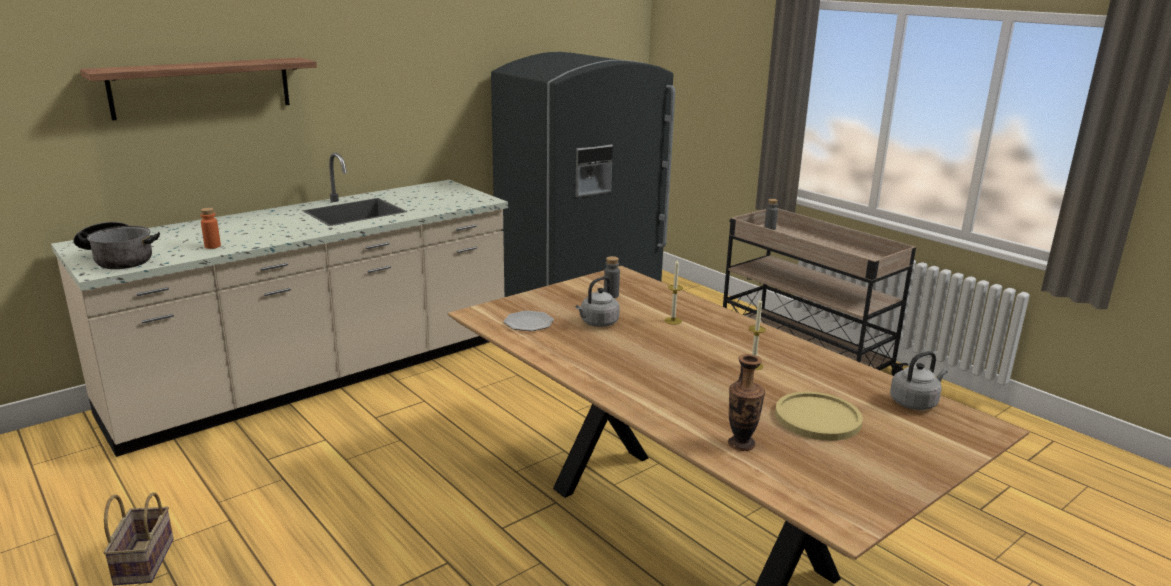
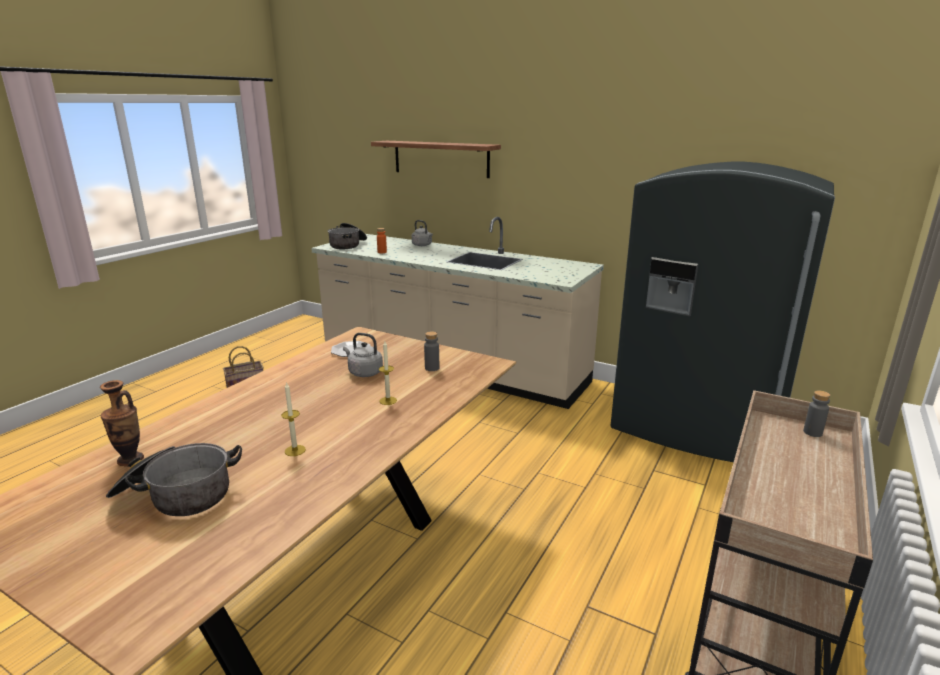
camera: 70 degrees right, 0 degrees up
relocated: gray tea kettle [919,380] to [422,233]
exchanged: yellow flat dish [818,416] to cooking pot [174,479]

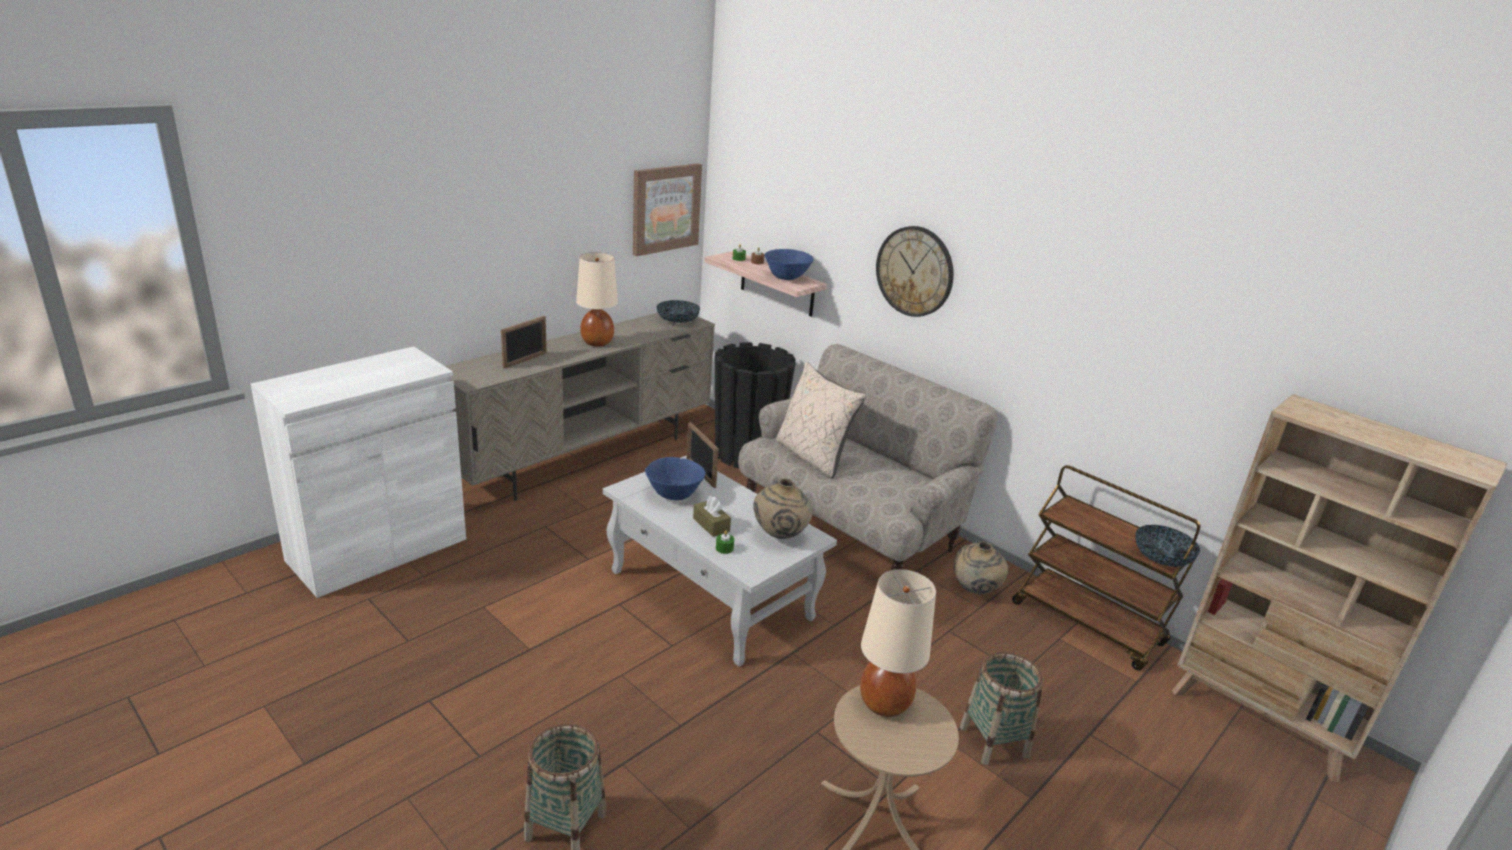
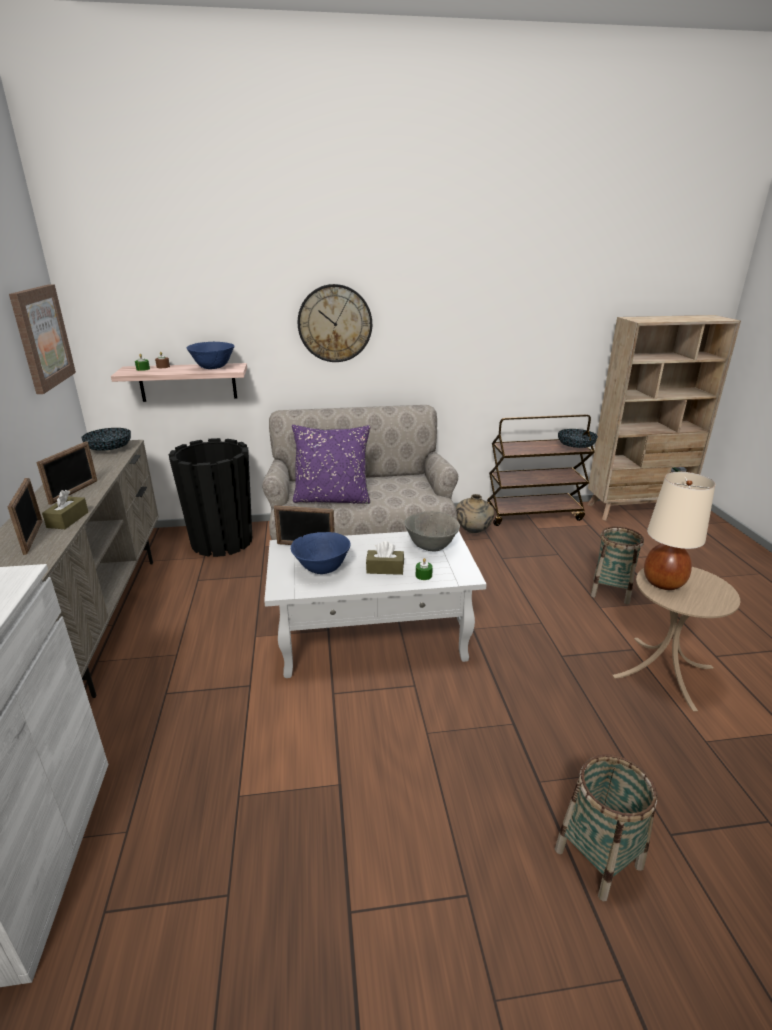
camera: 50 degrees left, 0 degrees up
appeared: brown tissue holder [65,509]
exchanged: beige-coloured tabletop lamp [597,299] to picture frame [66,473]; beige-coloured flower vase [783,508] to gray deep dish [432,531]
colour: beige-coloured pillow [821,420] to purplish pillow [331,464]

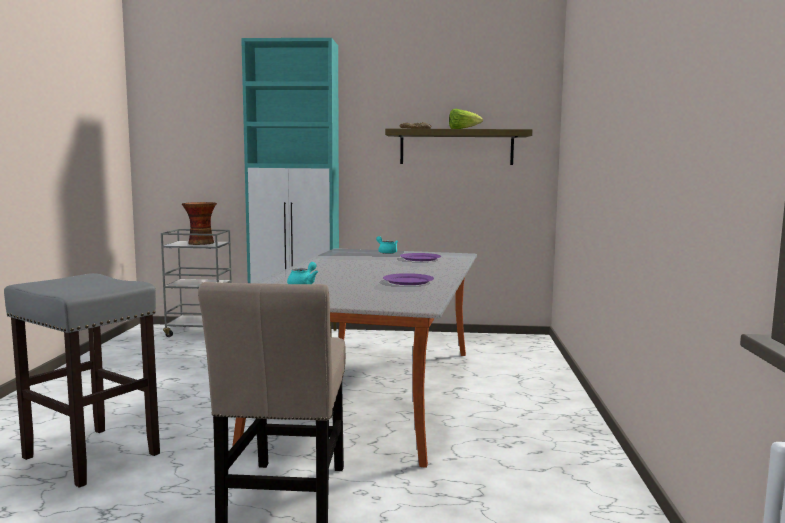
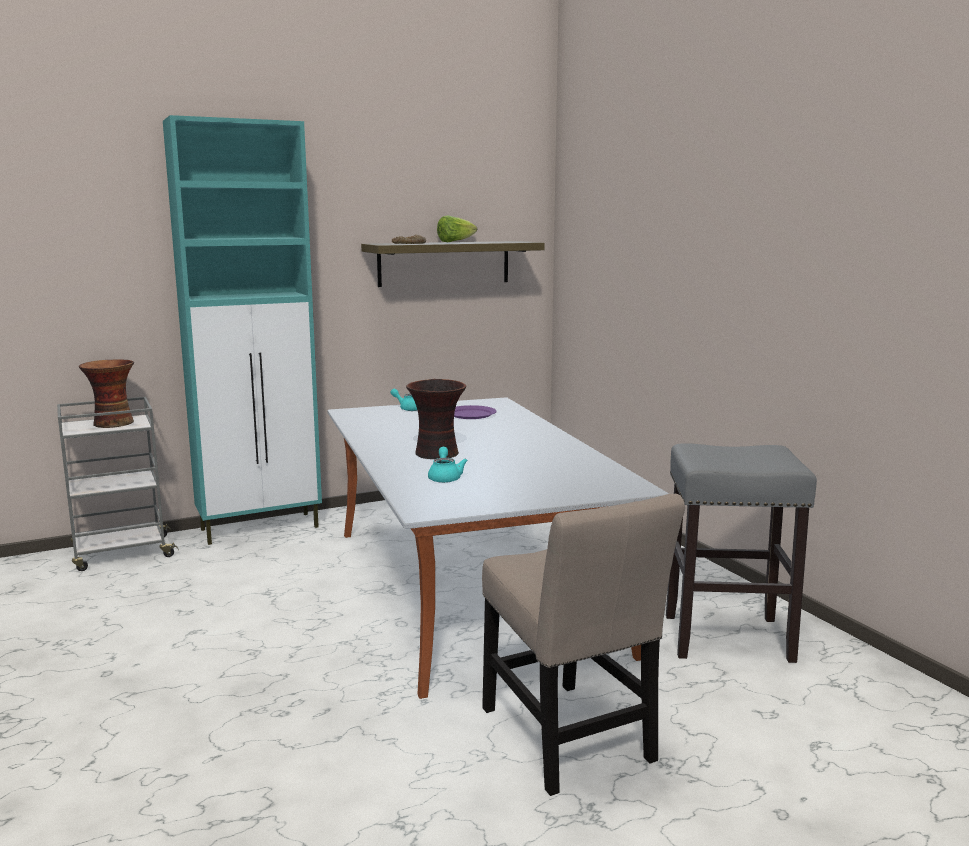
camera: 30 degrees left, 5 degrees up
missing: purplish flat dish [408,279]
appeared: flower vase [436,419]
relocated: gray stool seat [82,380] to [741,553]

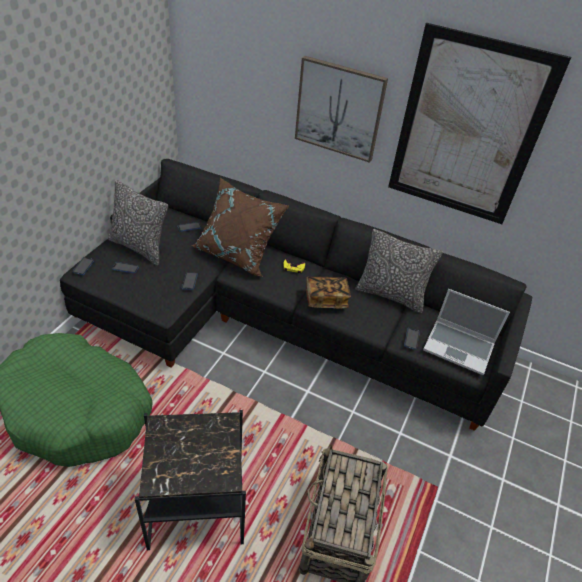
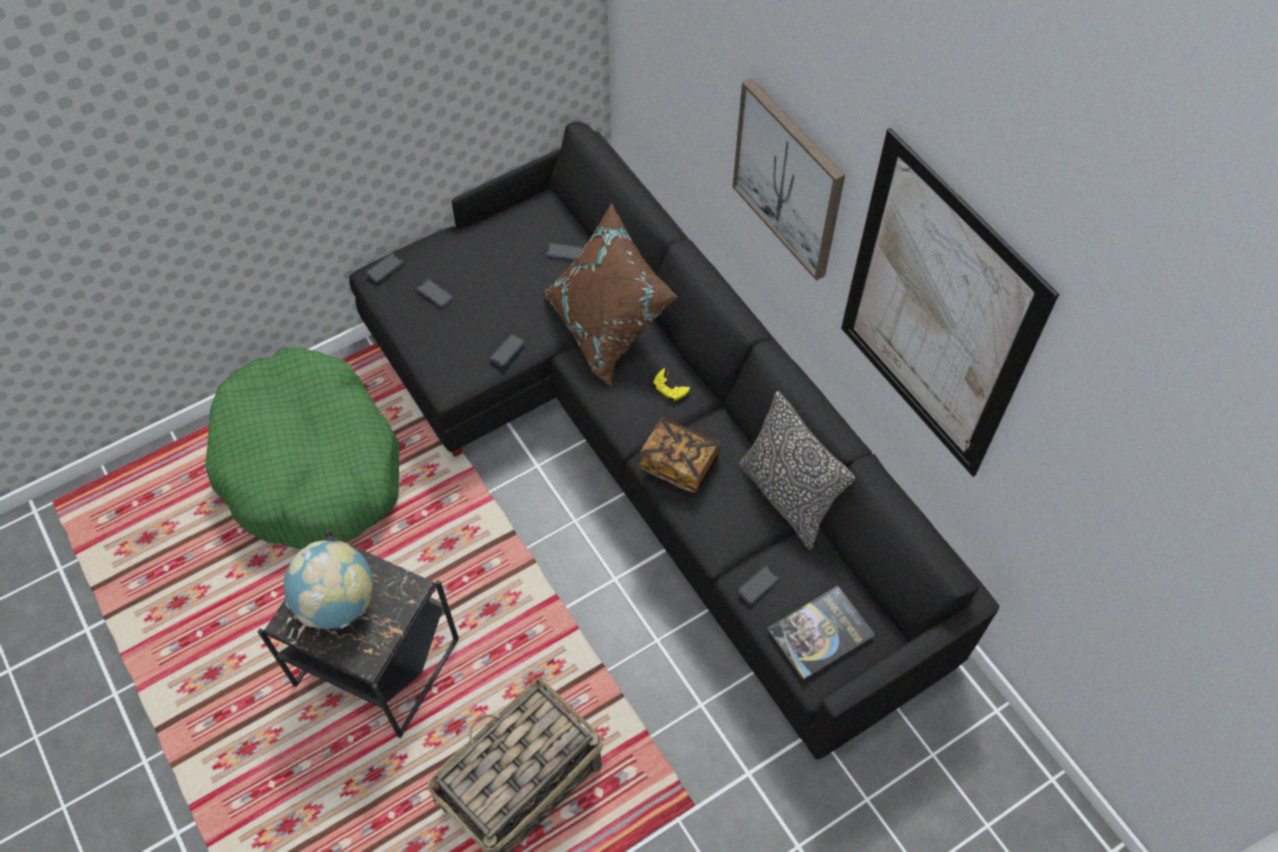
camera: 35 degrees right, 15 degrees up
missing: pillow [138,223]
appeared: desk globe [328,584]
exchanged: laptop [466,332] to volume [821,633]

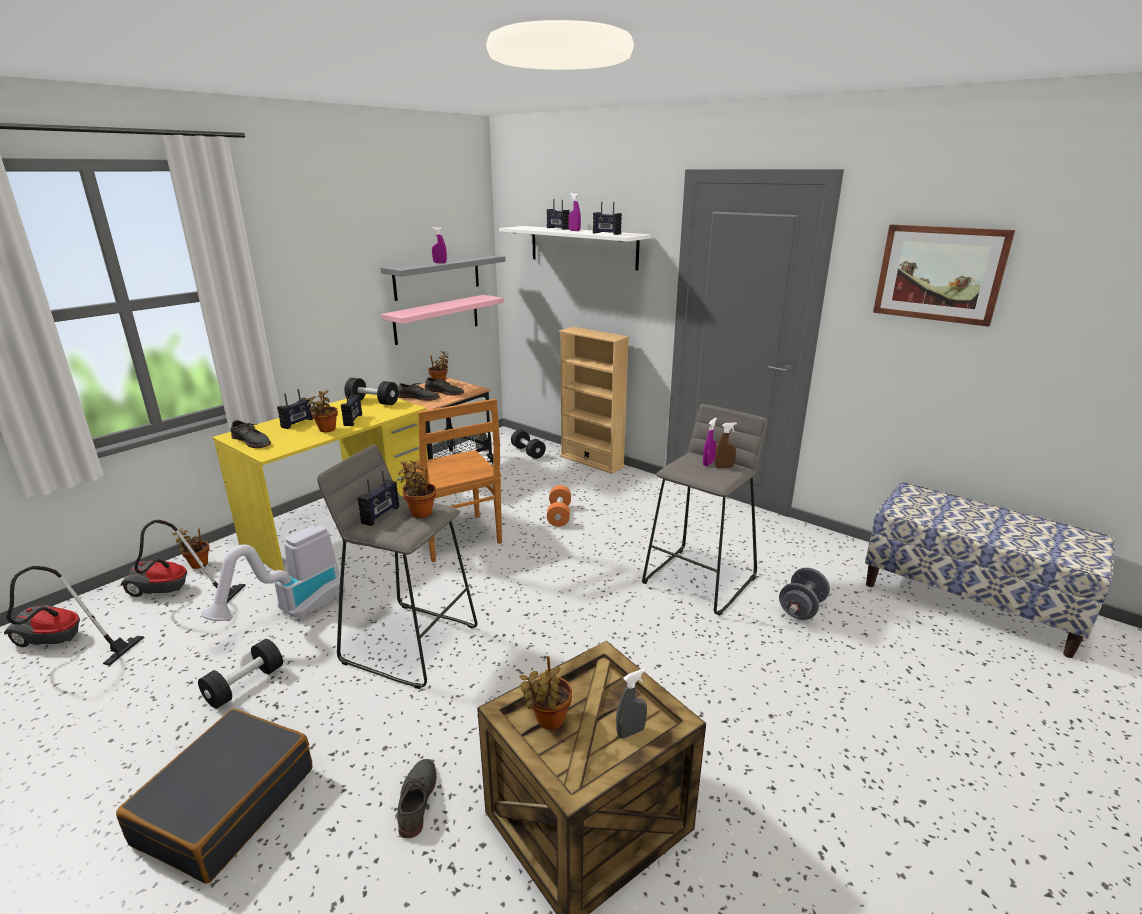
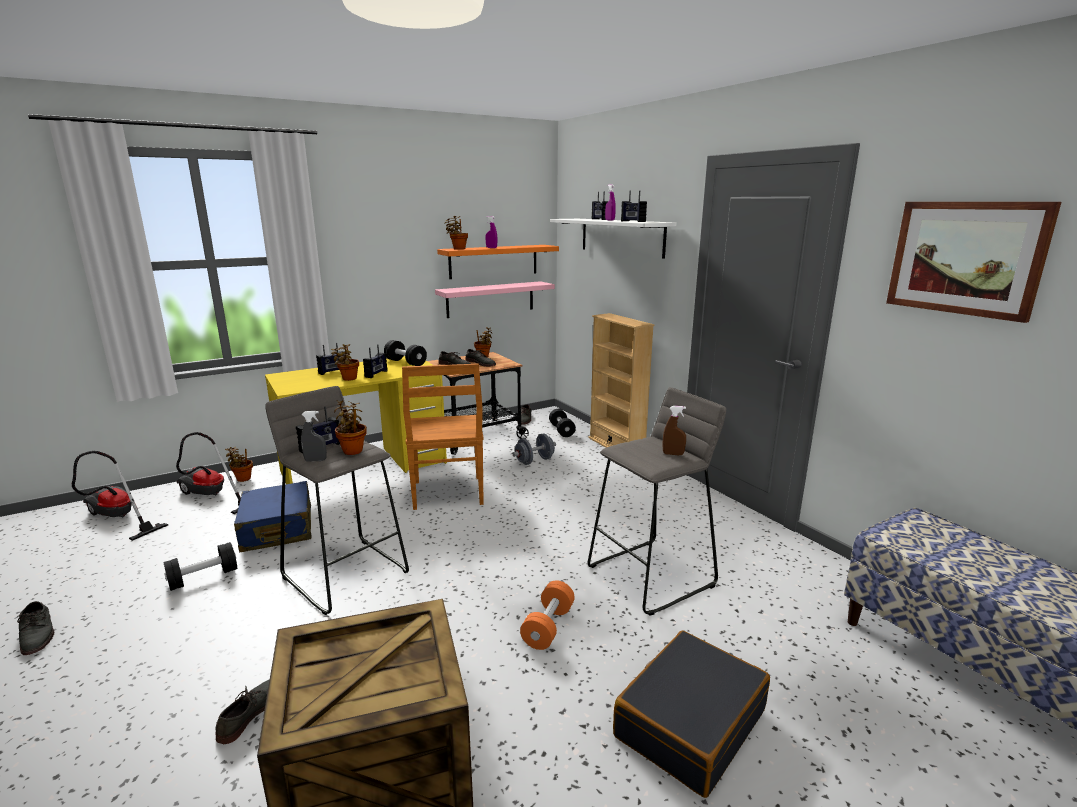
camera: 20 degrees right, 5 degrees down
missing: purplish sprayer [710,442]
relocated: black-coloured travel case [214,796] to [691,714]; gray shoe [250,434] to [35,628]; houseplant [545,693] to [456,233]; orange dumbbell [559,506] to [547,615]; gray sprayer [631,703] to [314,436]; gray dumbbell [804,594] to [534,449]
exchanged: vacuum cleaner [273,572] to bluish travel case [272,516]
colour: gray bracket shelf [443,277] to orange bracket shelf [498,262]

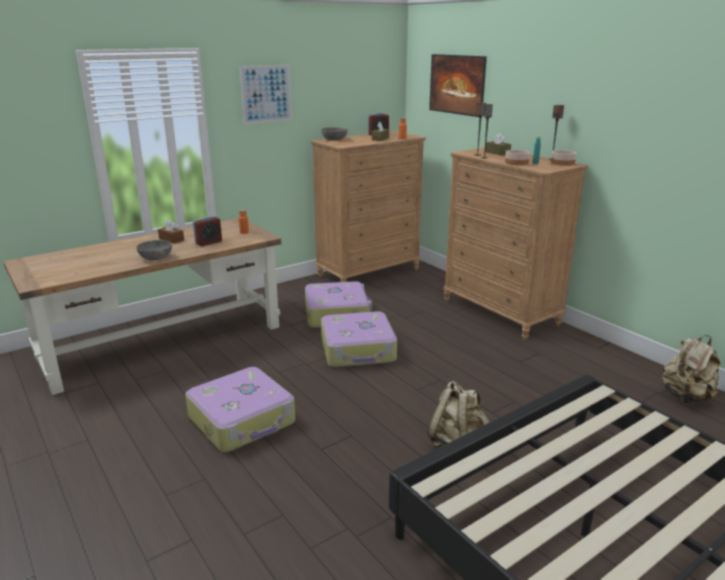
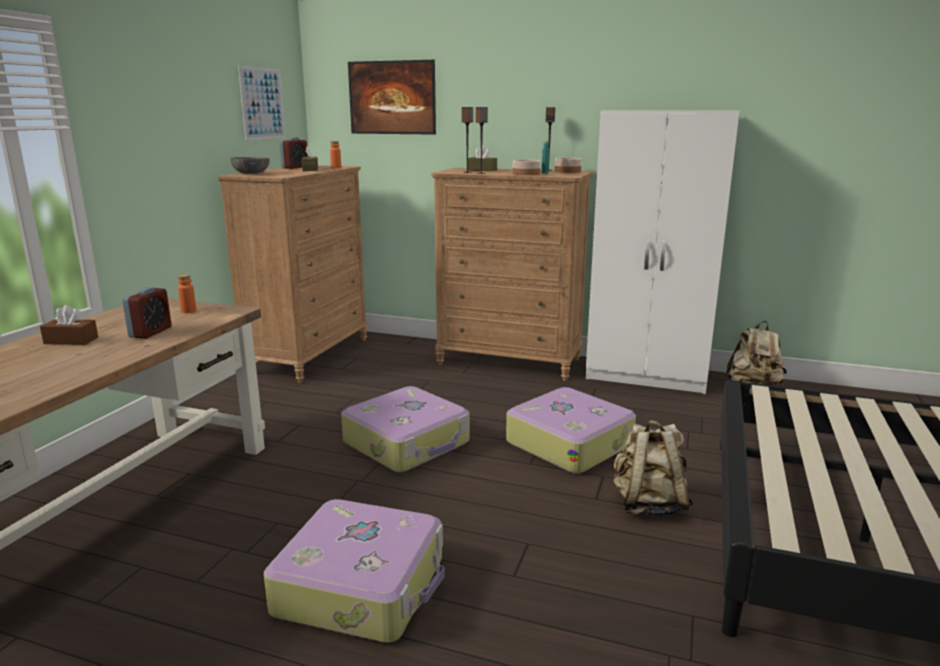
camera: 35 degrees left, 5 degrees down
missing: gray deep dish [154,250]
appeared: white clothes cupboard [663,252]
relocated: picture [266,94] to [262,103]; travel case [338,304] to [571,430]

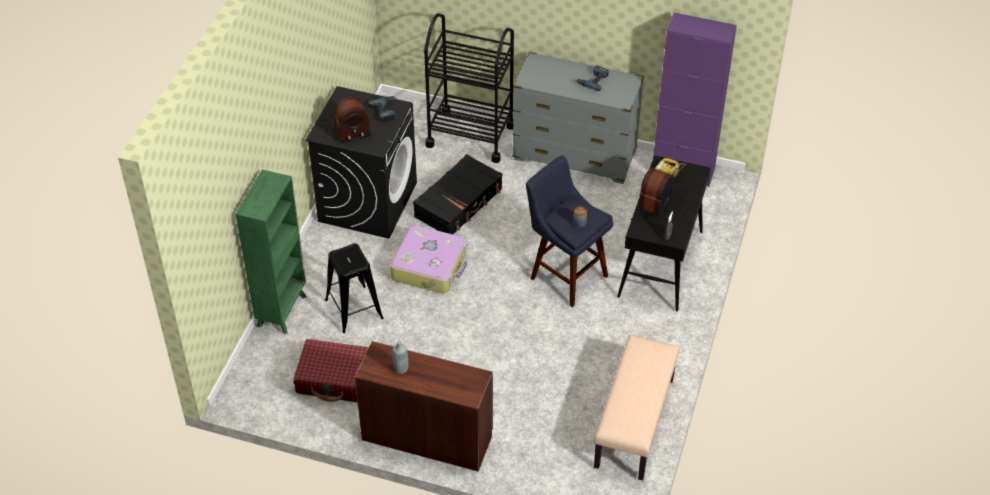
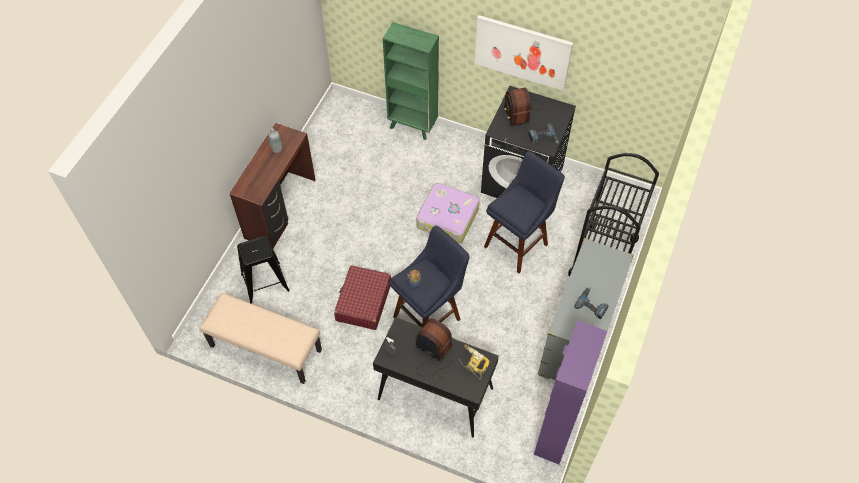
camera: 95 degrees right, 10 degrees up
appeared: picture [524,53]
relocated: red-coloured travel case [331,370] to [362,298]; black-coloured stool seat [354,288] to [263,270]
exchanged: black-coloured travel case [457,194] to bluish stool seat [524,212]

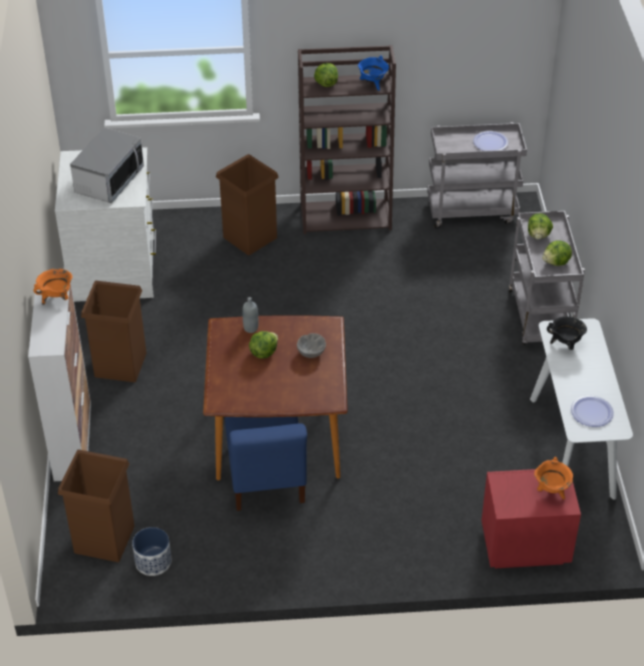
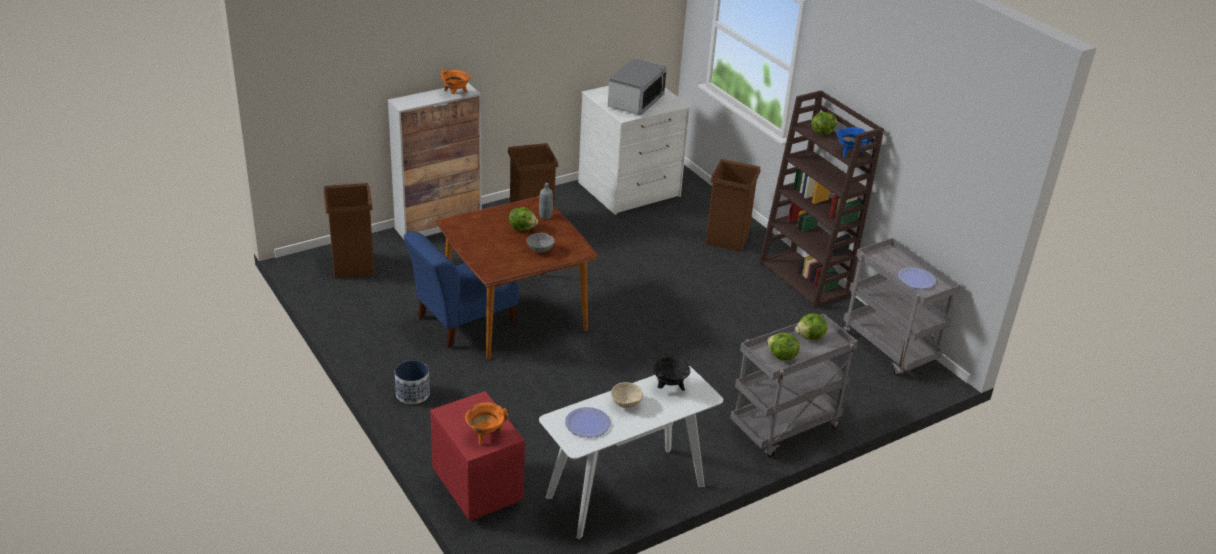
camera: 60 degrees right, 10 degrees down
appeared: beige-coloured deep dish [627,395]
relocated: plant pot [152,551] to [412,382]
spun: kitchen microwave [107,165] = [637,86] 60 degrees counterclockwise

